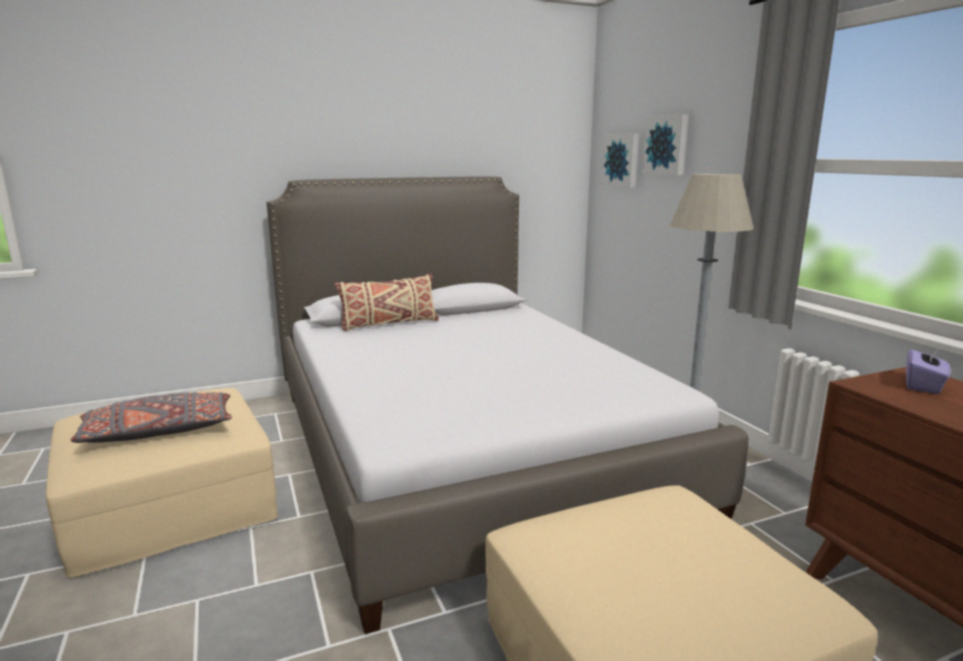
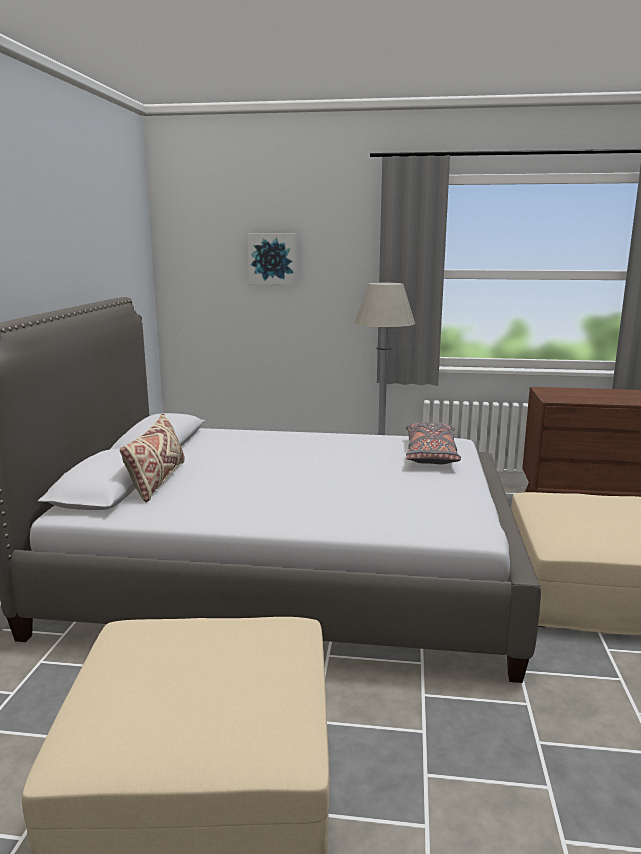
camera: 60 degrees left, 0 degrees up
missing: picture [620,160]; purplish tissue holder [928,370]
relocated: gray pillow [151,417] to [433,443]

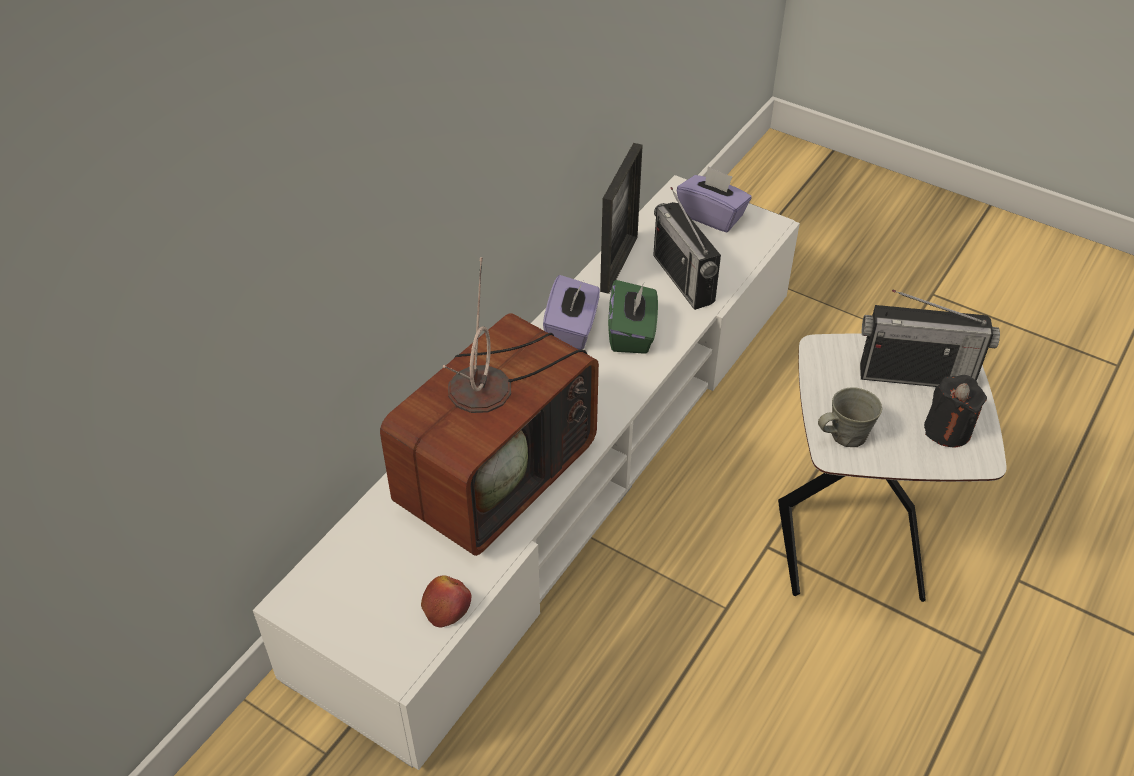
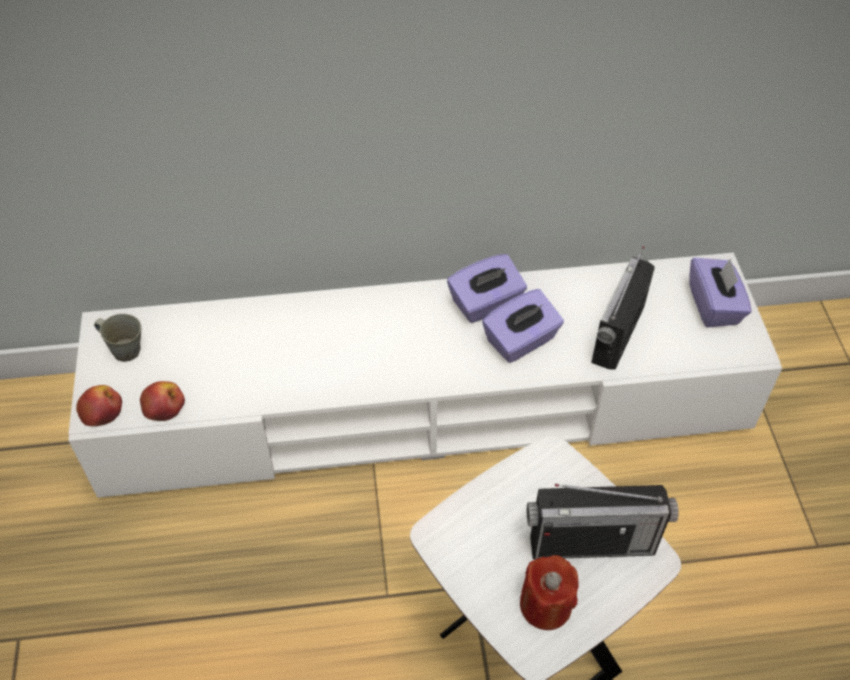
camera: 50 degrees right, 5 degrees up
missing: television [489,406]; picture frame [621,218]
appeared: whole apple [99,405]
relocated: gray tea mug [850,417] to [117,338]
colour: green-coloured tissue holder [633,317] to purplish tissue holder [523,326]; black-coloured wax light [955,411] to red-coloured wax light [549,592]
spun: radio set [930,338] = [602,521] 60 degrees counterclockwise

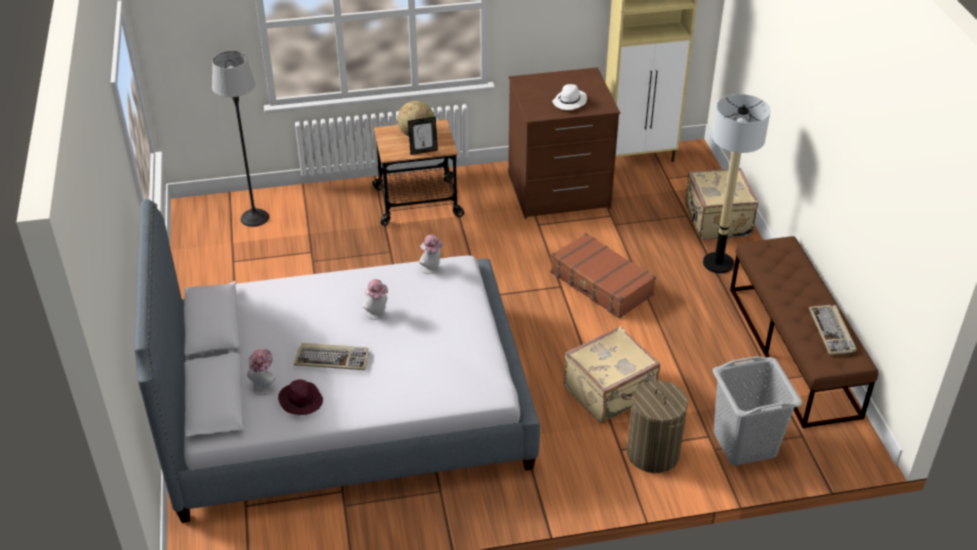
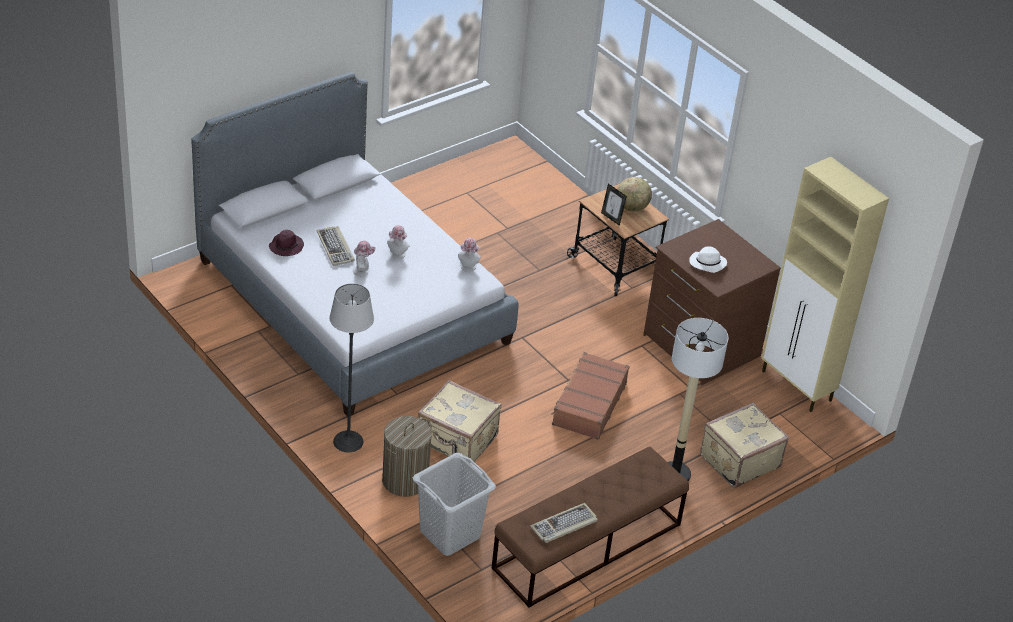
camera: 60 degrees right, 0 degrees up
relocated: floor lamp [240,139] to [352,367]; wearable hat [261,372] to [364,258]

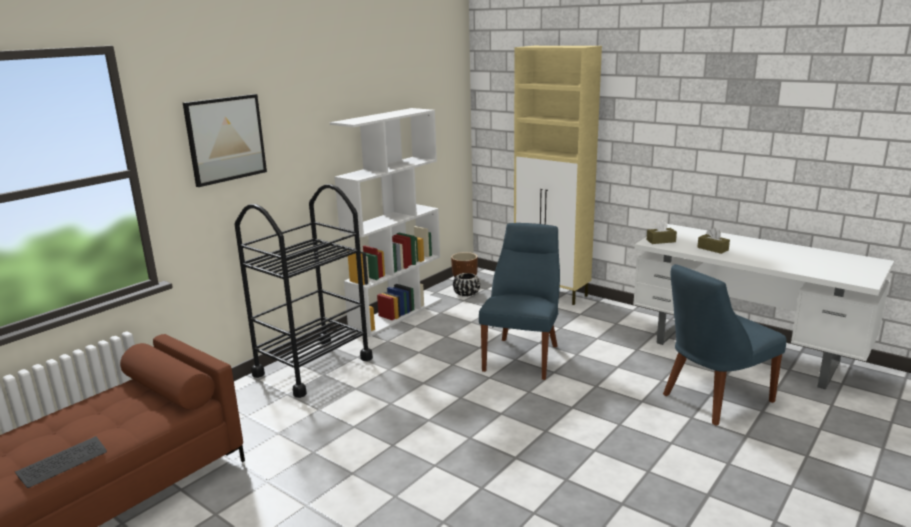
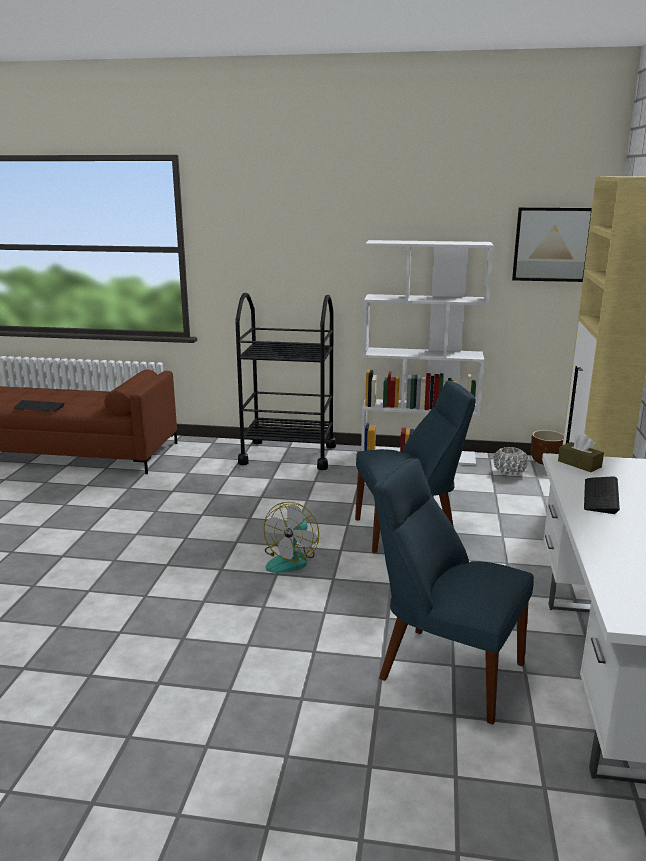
camera: 60 degrees right, 0 degrees up
appeared: cooling fan [291,537]
relocated: picture [225,140] to [552,244]
exchanged: brown tissue holder [713,241] to PC keyboard [602,495]
colour: black-coloured plant pot [466,284] to white plant pot [510,461]

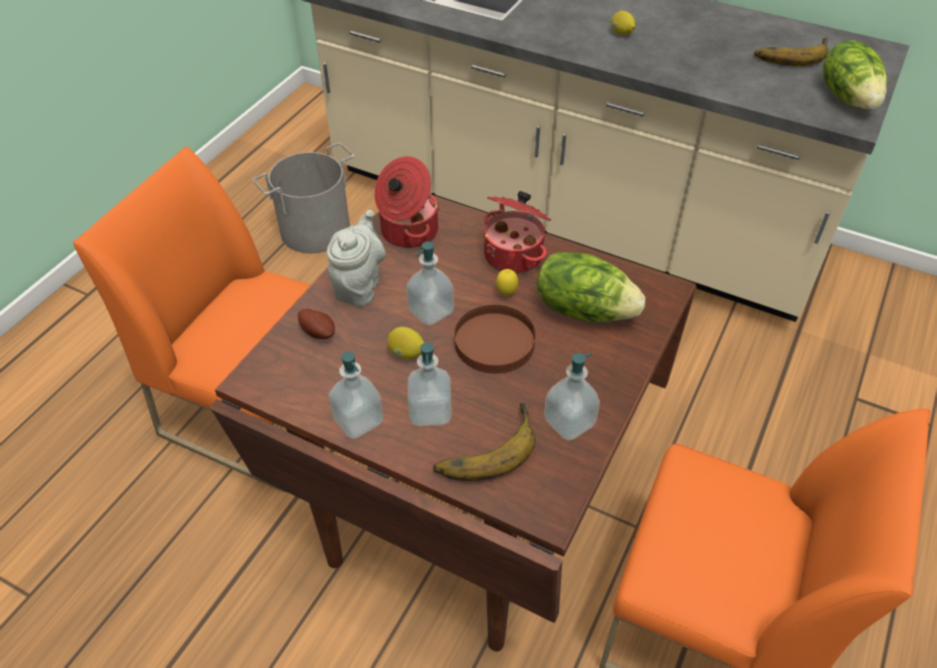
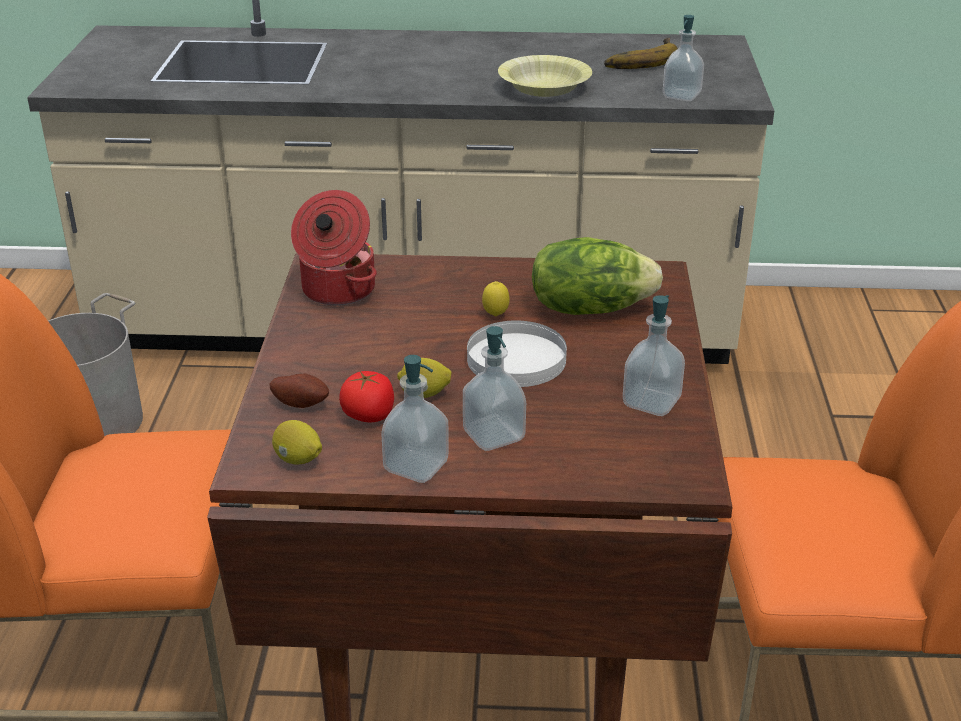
camera: 25 degrees left, 15 degrees down
missing: gray tea pot [356,258]; whole banana [484,442]; cooking pot [517,232]; head of lettuce [855,75]
appeared: tomato [366,396]; yellow deep dish [545,76]
relocated: liquid soap bottle [430,283] to [683,58]; lemon [623,23] to [297,442]
colour: brown flat dish [495,339] to white flat dish [517,353]

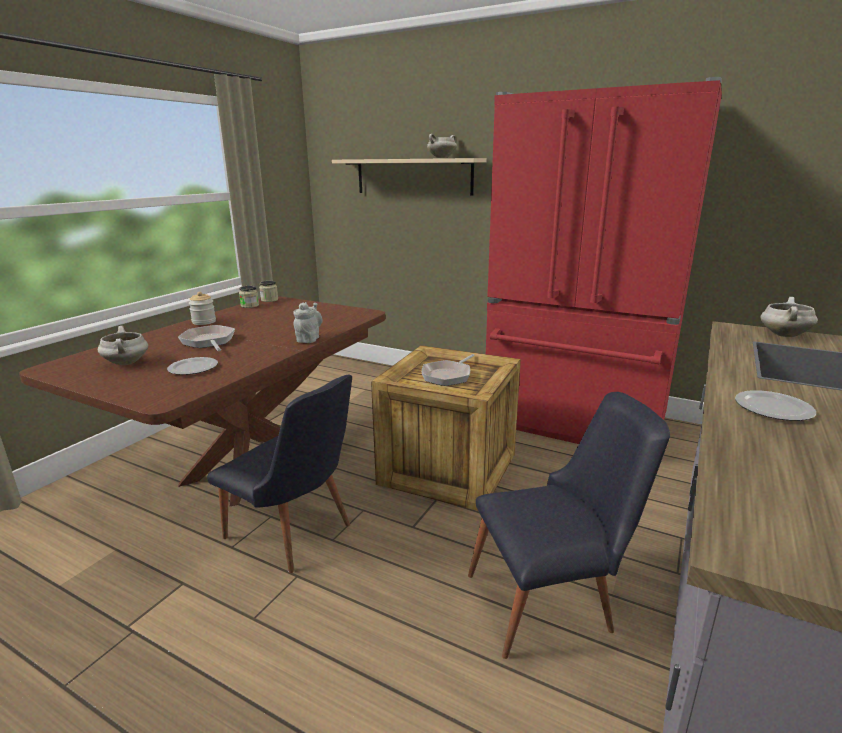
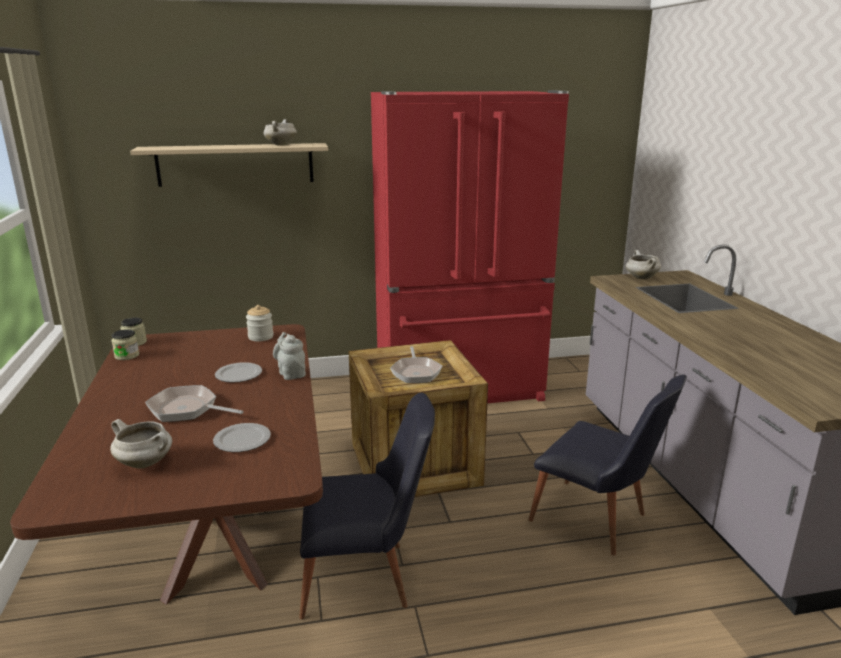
camera: 40 degrees left, 0 degrees up
relocated: preserve jar [202,308] to [260,323]; flat dish [775,405] to [238,372]
spun: black-coloured upright chair [569,525] = [608,465] 90 degrees clockwise

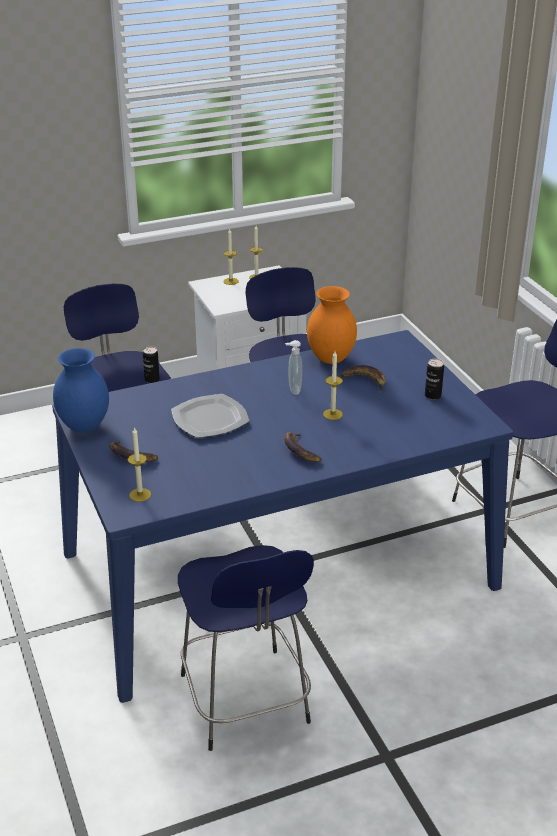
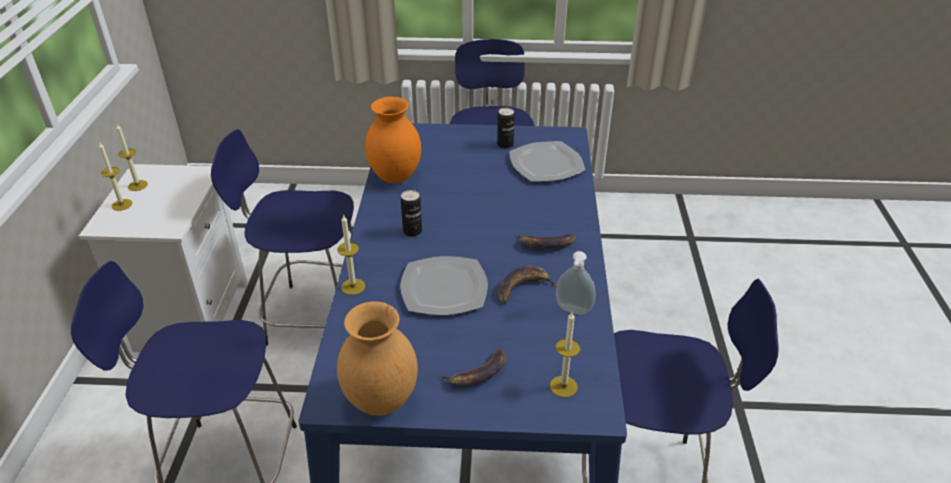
camera: 65 degrees left, 5 degrees up
appeared: flat dish [547,161]
relocated: metal can [151,365] to [411,213]; liquid soap bottle [293,367] to [575,283]; wax light [333,386] to [351,254]; whole banana [363,379] to [527,285]
colour: bluish flower vase [81,390] to brown flower vase [377,358]

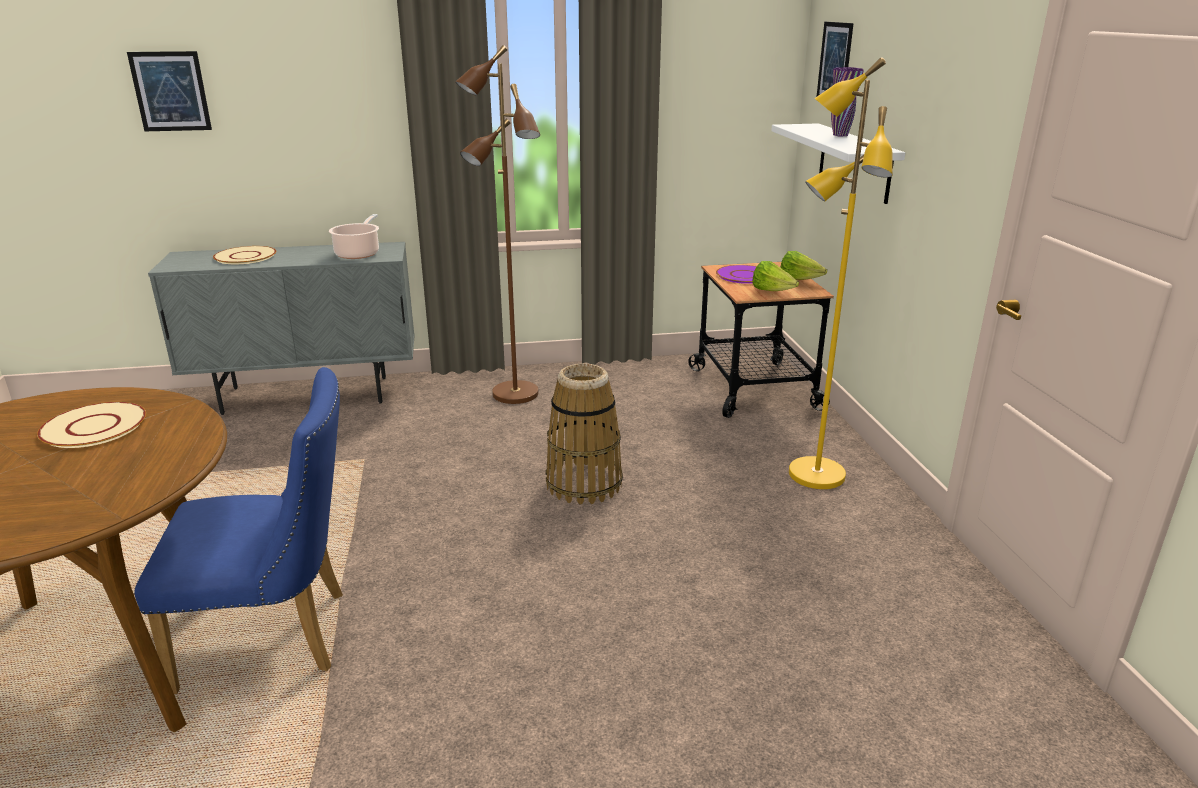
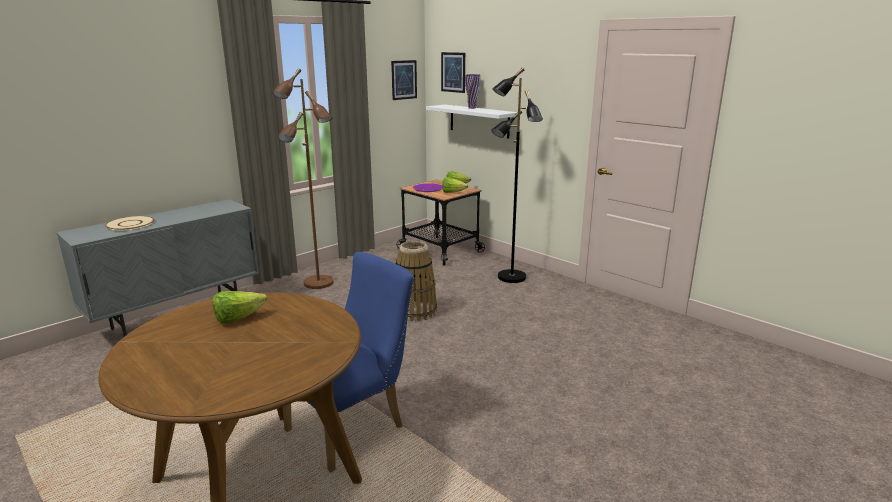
camera: 35 degrees left, 5 degrees down
missing: cooking pot [354,236]
relocated: picture [169,91] to [404,80]
exchanged: beige-coloured flat dish [91,425] to head of lettuce [239,307]
colour: yellow floor lamp [841,273] to black-coloured floor lamp [517,175]

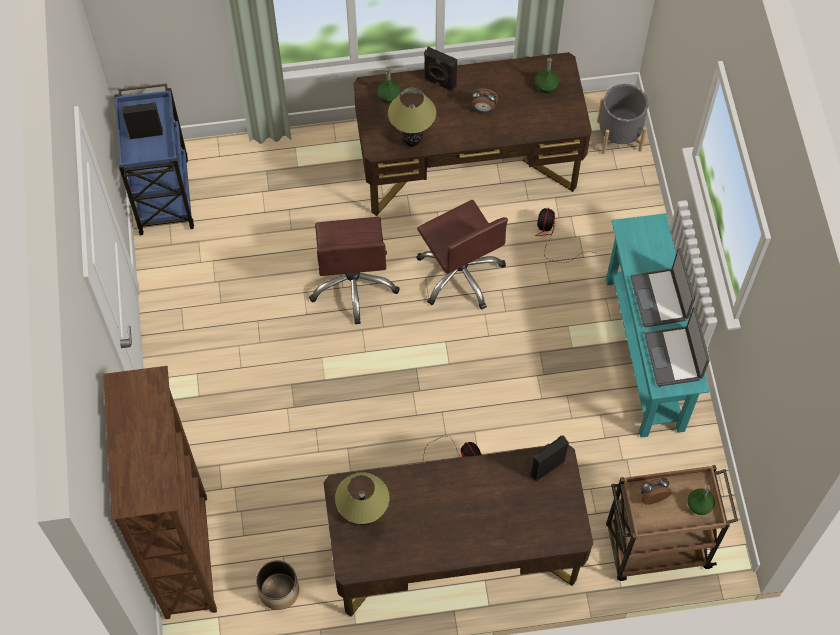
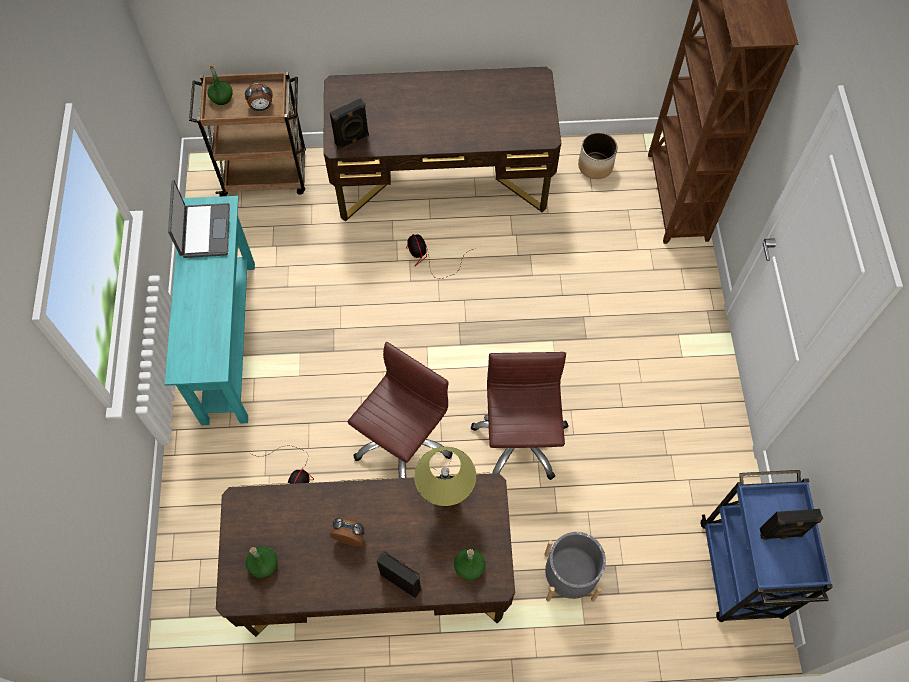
camera: 175 degrees left, 0 degrees up
missing: tabletop lamp [362,498]; laptop [662,287]
relocated: gray plant pot [622,119] to [575,567]
spun: brown desk chair [462,255] = [400,410] 60 degrees clockwise

